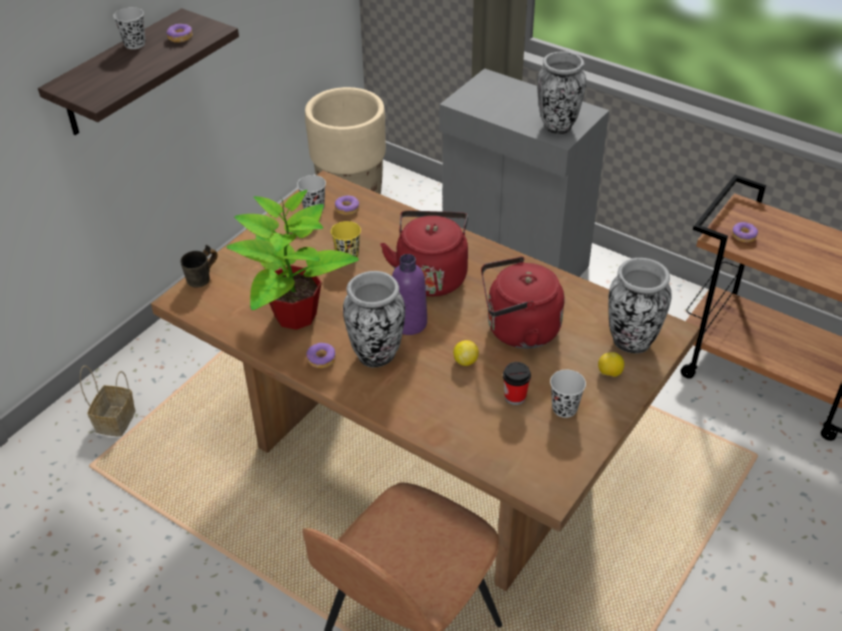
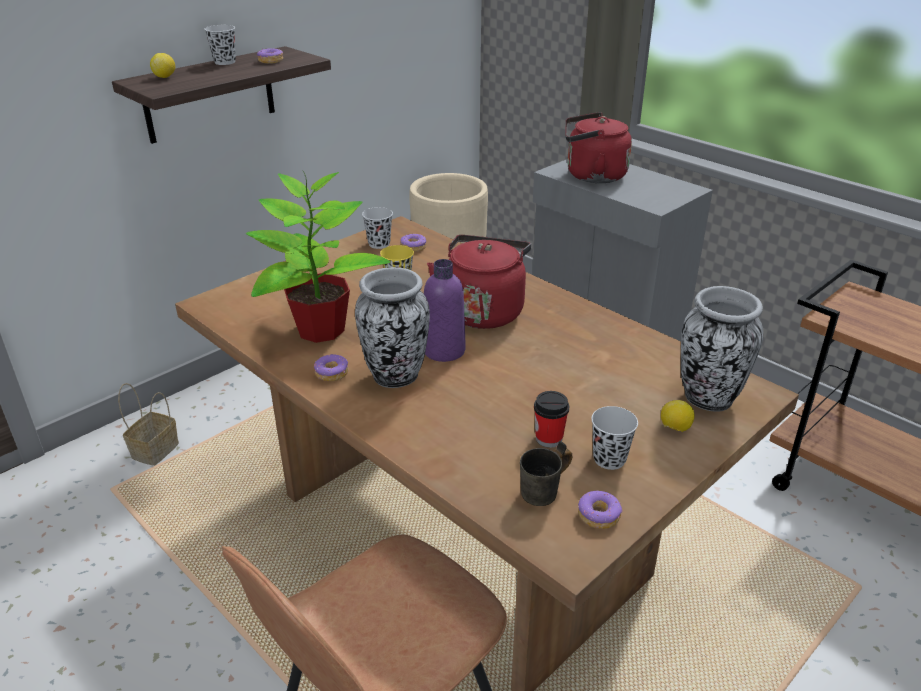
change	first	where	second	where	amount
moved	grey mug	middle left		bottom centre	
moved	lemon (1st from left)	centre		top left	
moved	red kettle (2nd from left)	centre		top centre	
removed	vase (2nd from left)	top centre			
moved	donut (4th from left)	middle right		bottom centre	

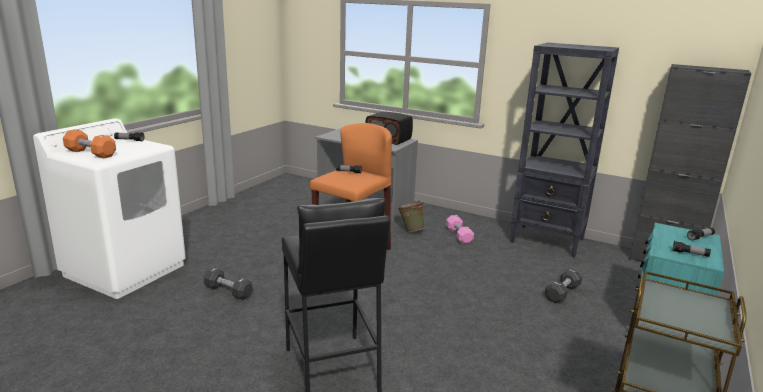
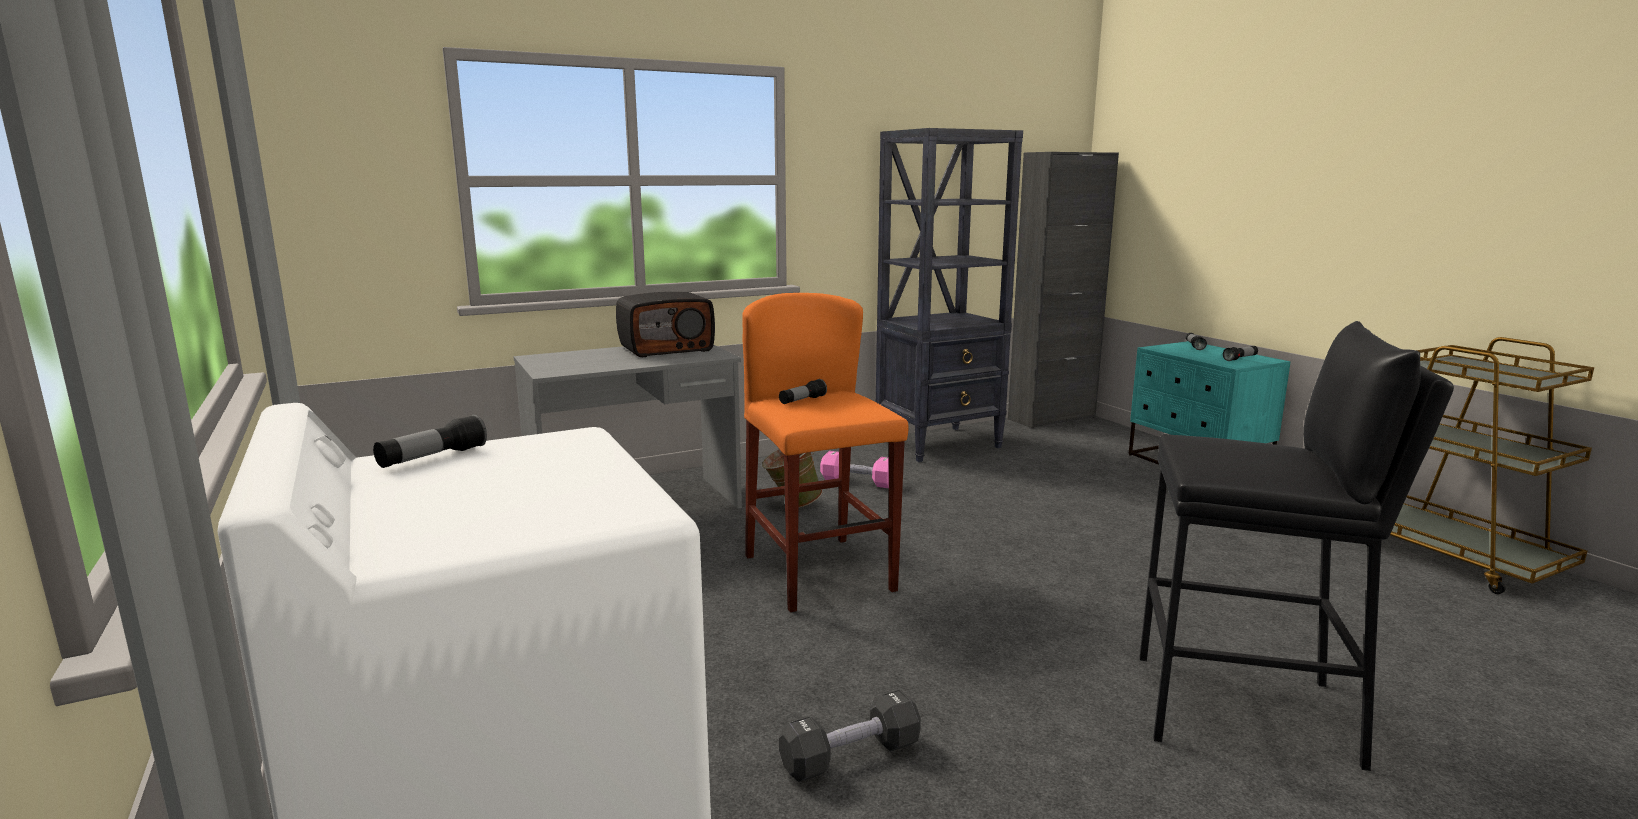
change	first	where	second	where	amount
removed	orange dumbbell	middle left			
removed	black dumbbell (2nd from left)	bottom right			

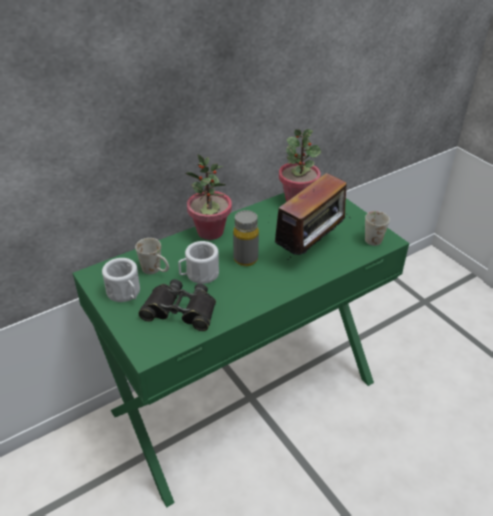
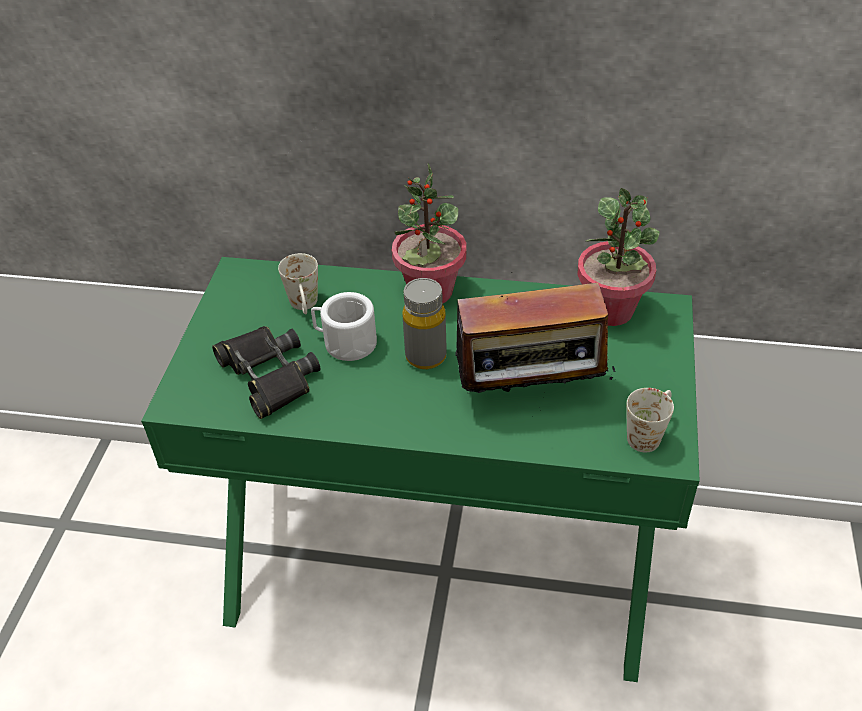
change	first	where	second	where	amount
removed	white mug (1st from left)	middle left			

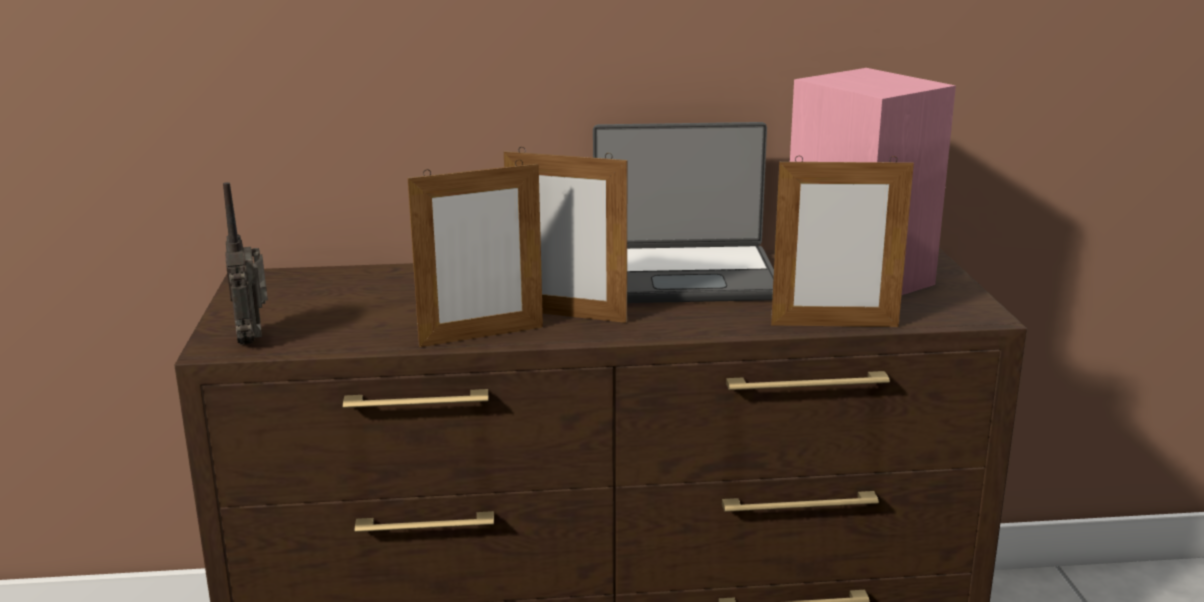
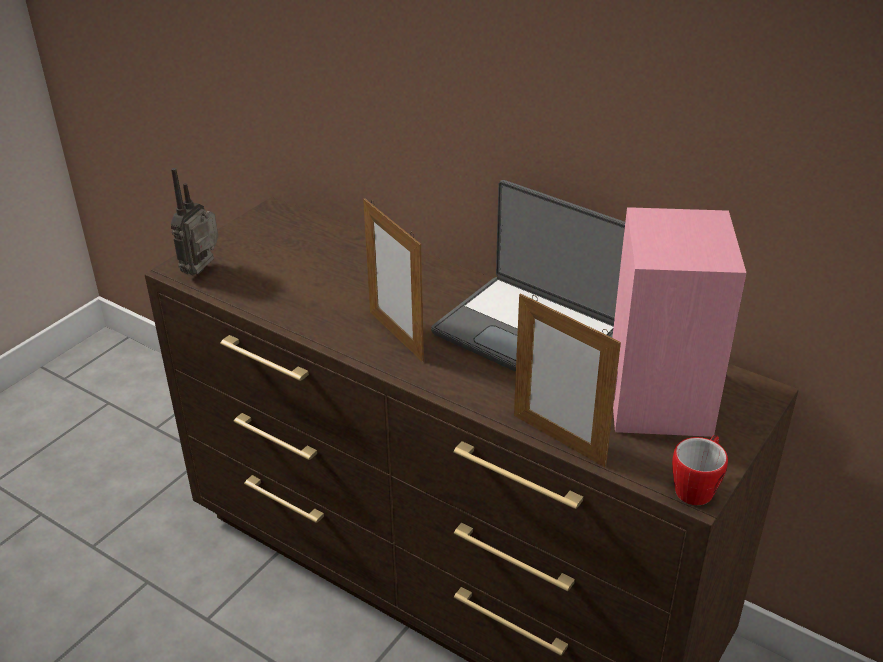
change	first	where	second	where	amount
removed	picture frame (1st from left)	centre			
added			mug	bottom right	

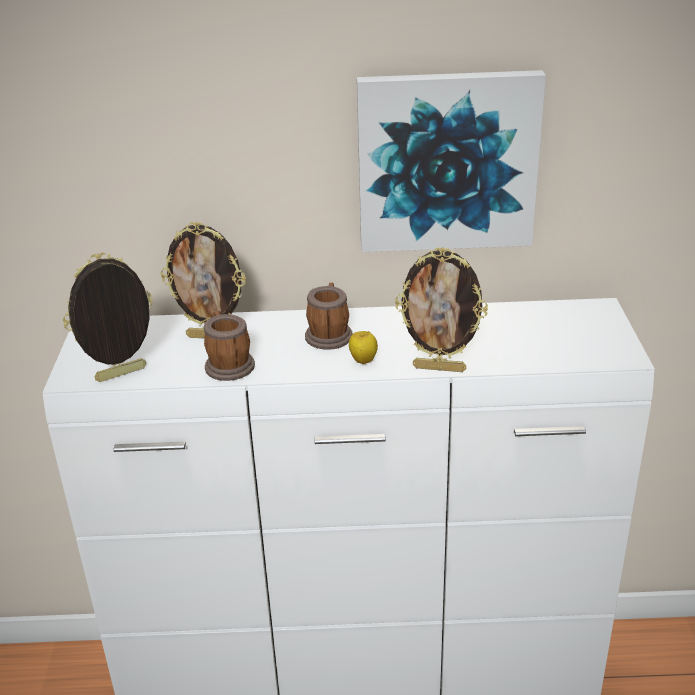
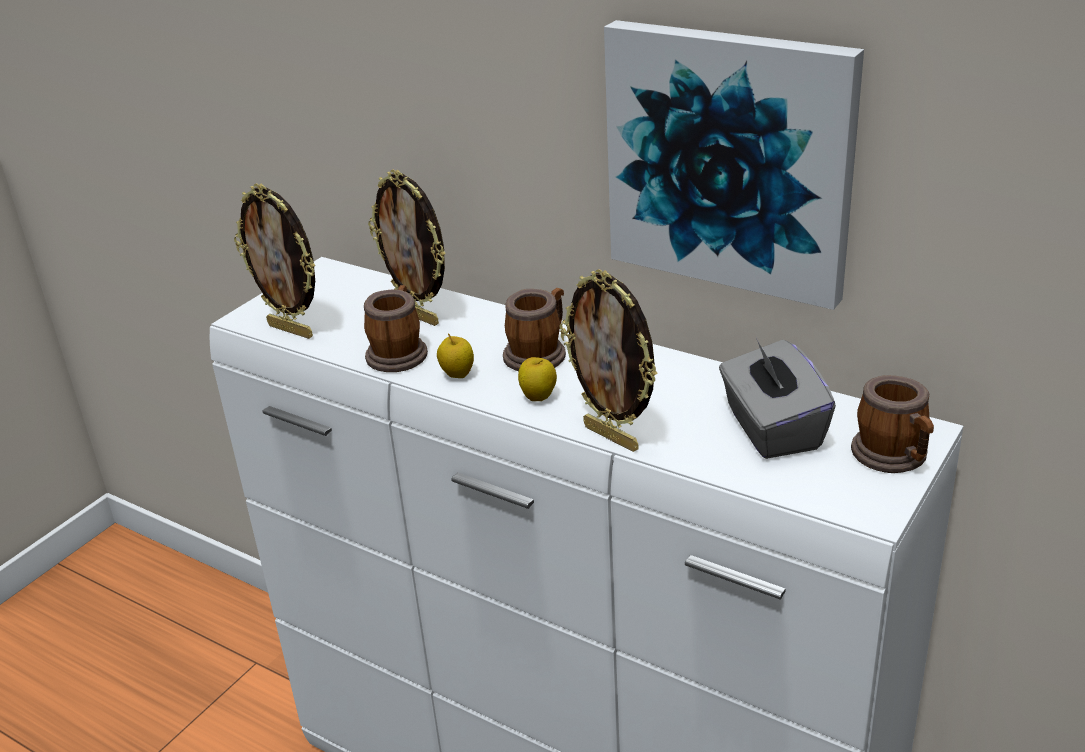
change	first	where	second	where	amount
turned	picture frame (1st from left)	middle left		middle left	150 degrees counterclockwise
added			apple (1st from left)	centre	
added			grey tissue box	middle right	
added			mug (3rd from left)	middle right	

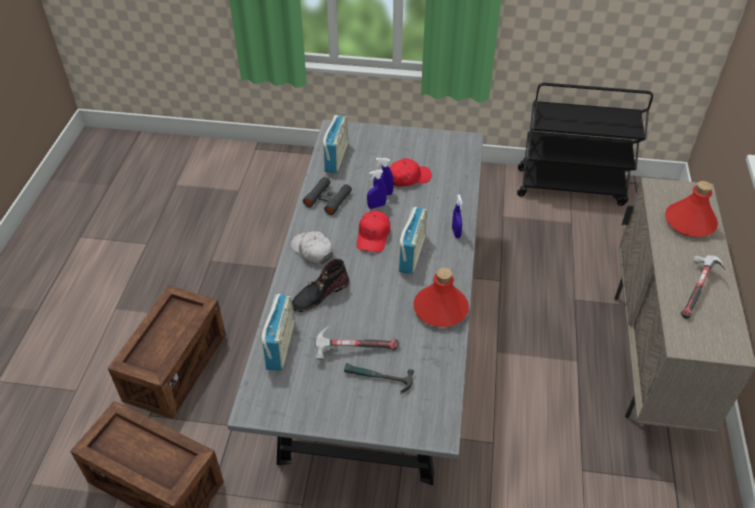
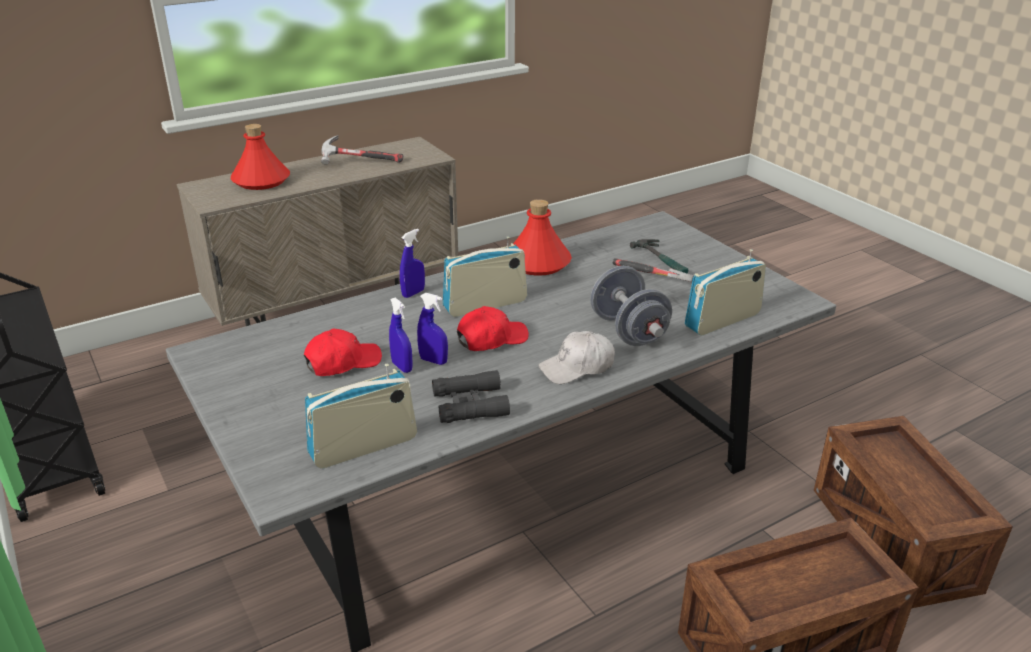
change	first	where	second	where	amount
turned	white cap	centre		centre	60 degrees clockwise
replaced	black boot	centre	grey dumbbell	centre	
turned	red cap (2nd from left in the first image)	centre	red cap (1st from left)	middle left	120 degrees clockwise

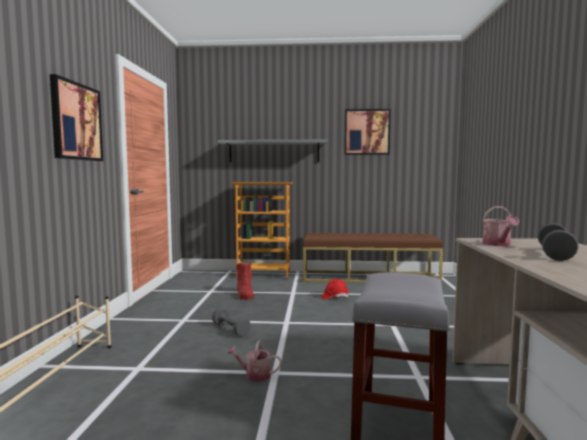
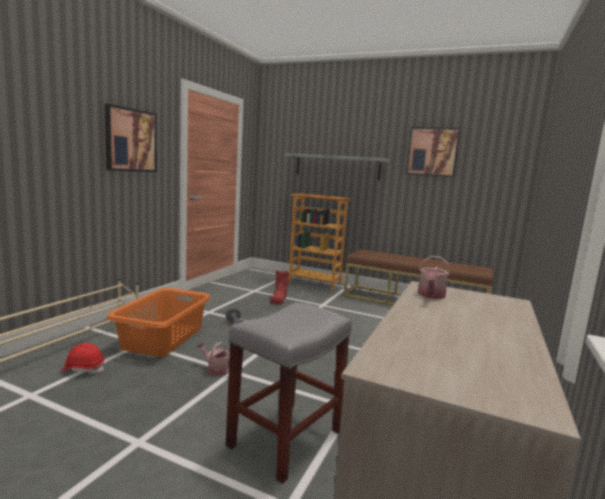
change	first	where	second	where	amount
moved	red hard hat	centre		bottom left	
removed	grey dumbbell (2nd from left)	middle right			
added			orange laundry basket	middle left	

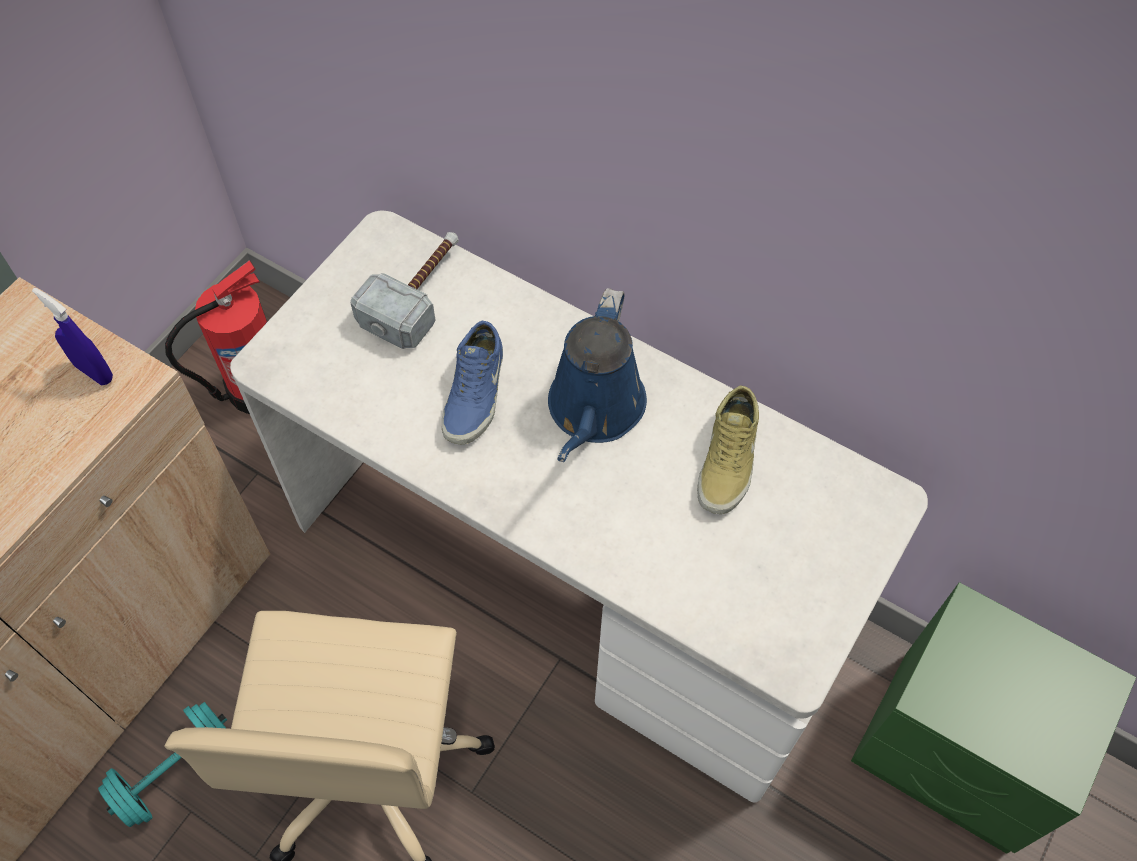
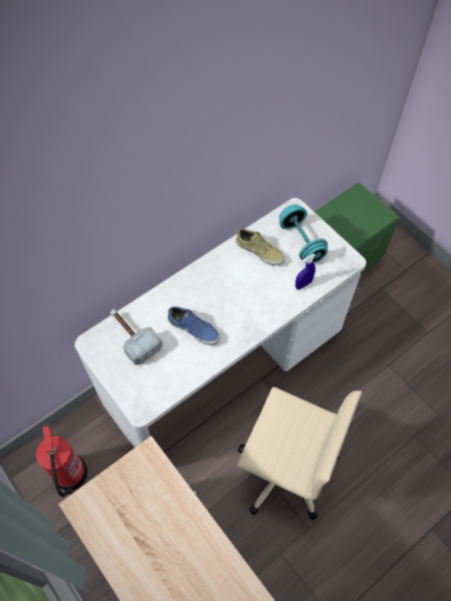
change	first	where	second	where	amount
moved	blue spray bottle	middle left		middle right	
moved	turquoise dumbbell	bottom left		middle right	
removed	blue watering can	centre			

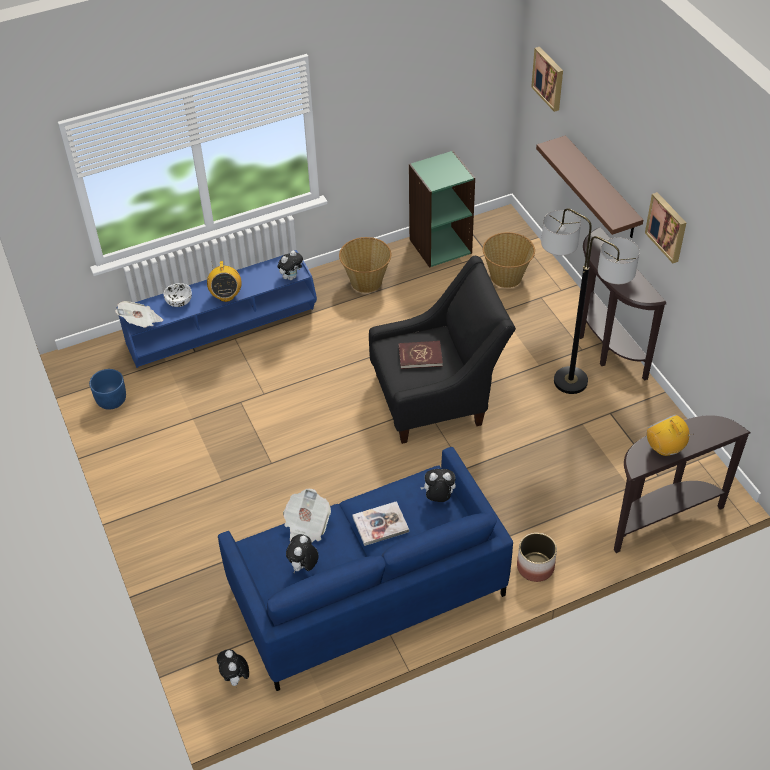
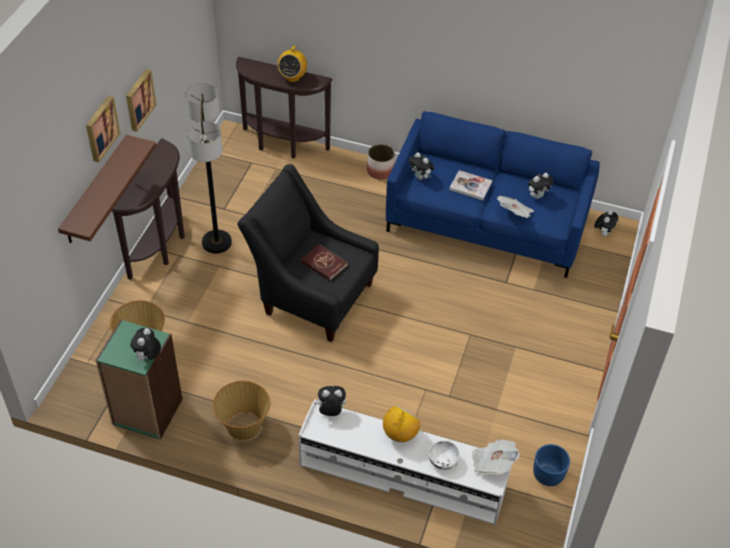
change	first	where	second	where	amount
recoloured	blue tv stand	middle left	white tv stand	bottom centre	
moved	picture (1st from left)	top right		top left	
added			plush toy (1st from left)	middle left	

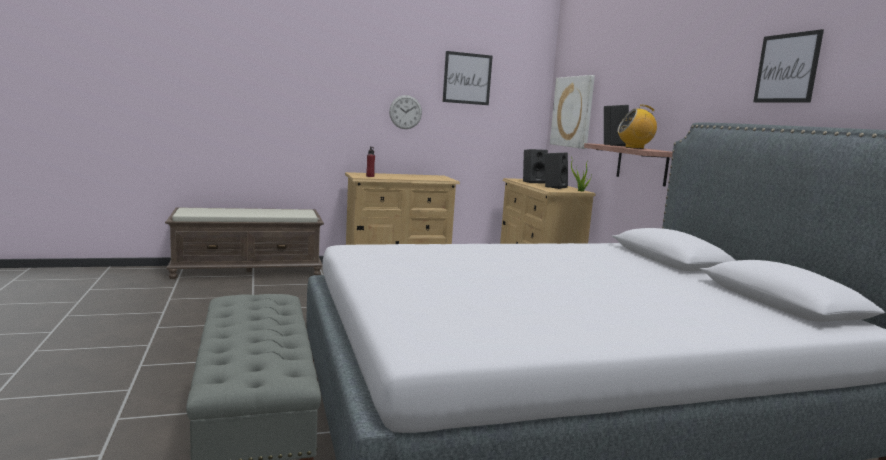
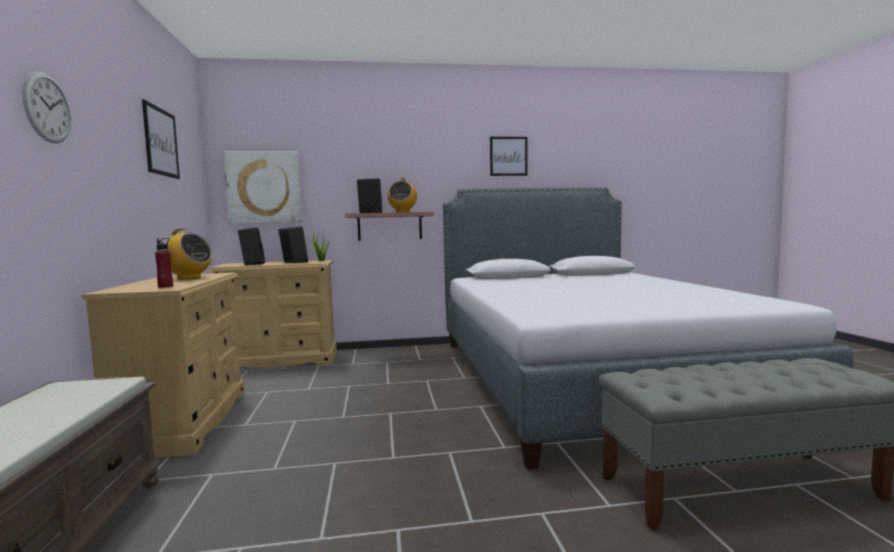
change	first	where	second	where	amount
moved	wall clock	top centre		top left	
added			radio (1st from left)	middle left	

